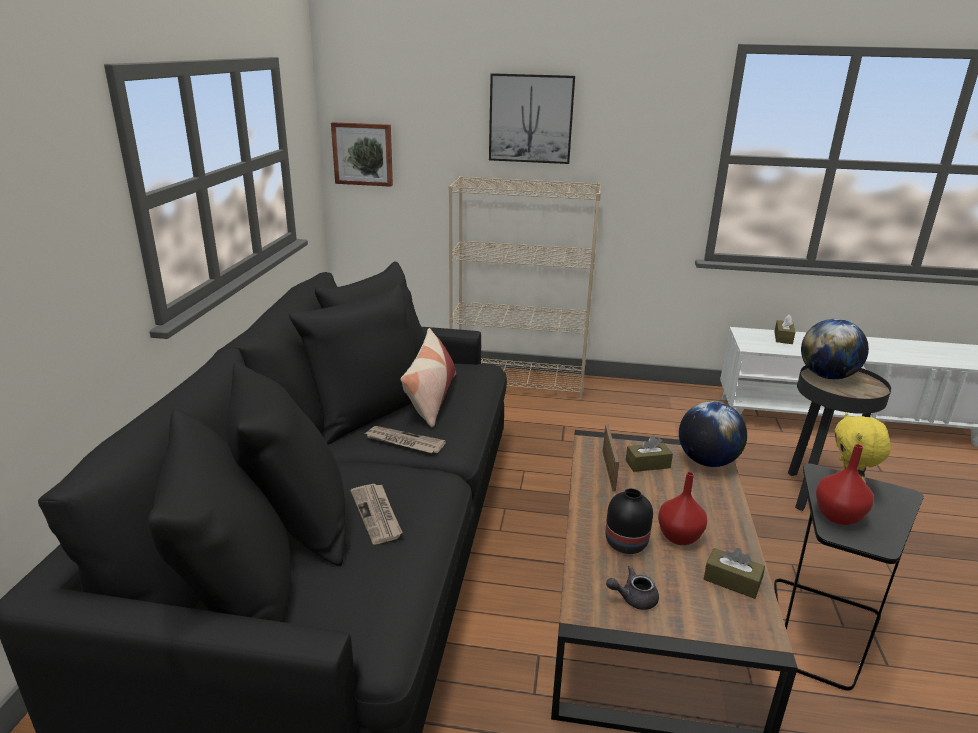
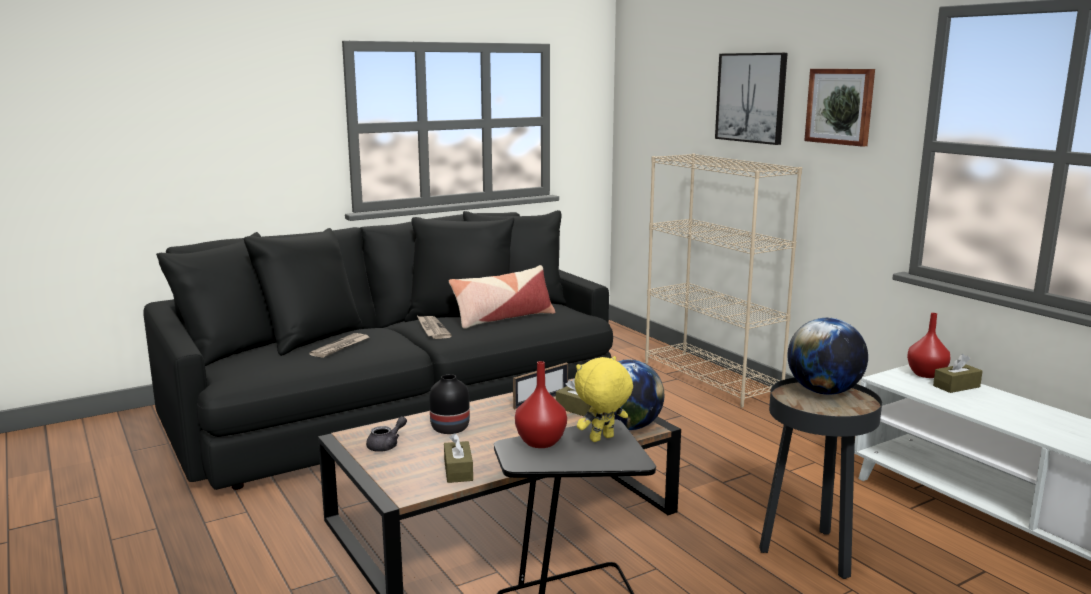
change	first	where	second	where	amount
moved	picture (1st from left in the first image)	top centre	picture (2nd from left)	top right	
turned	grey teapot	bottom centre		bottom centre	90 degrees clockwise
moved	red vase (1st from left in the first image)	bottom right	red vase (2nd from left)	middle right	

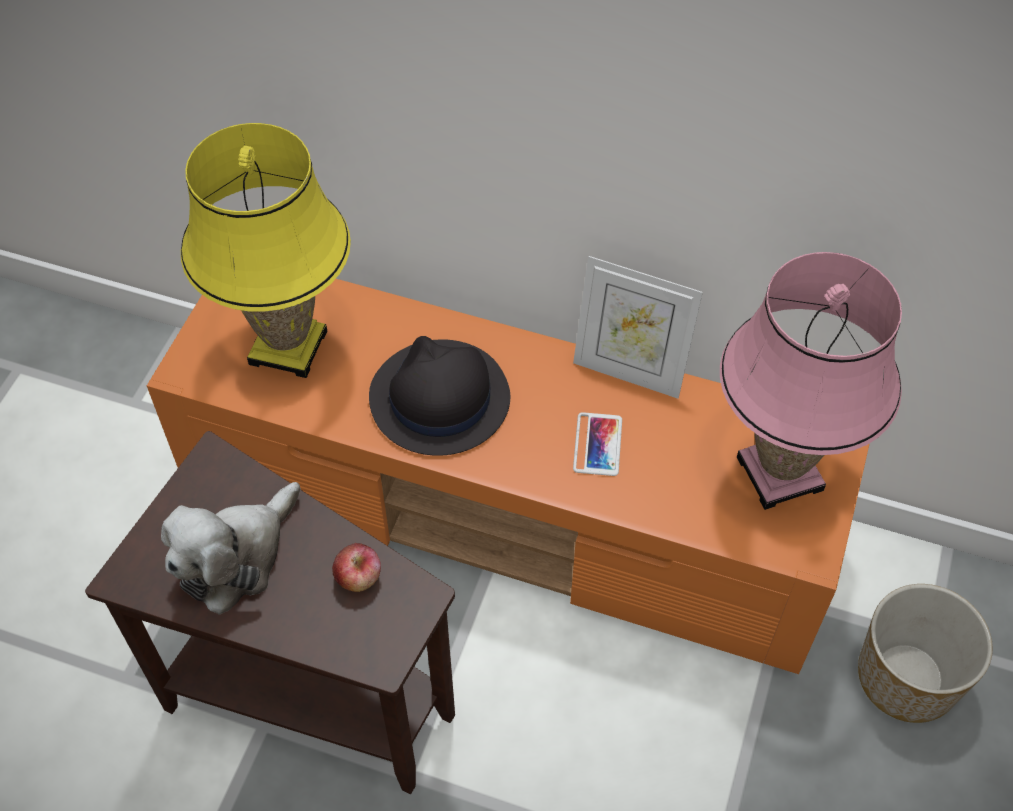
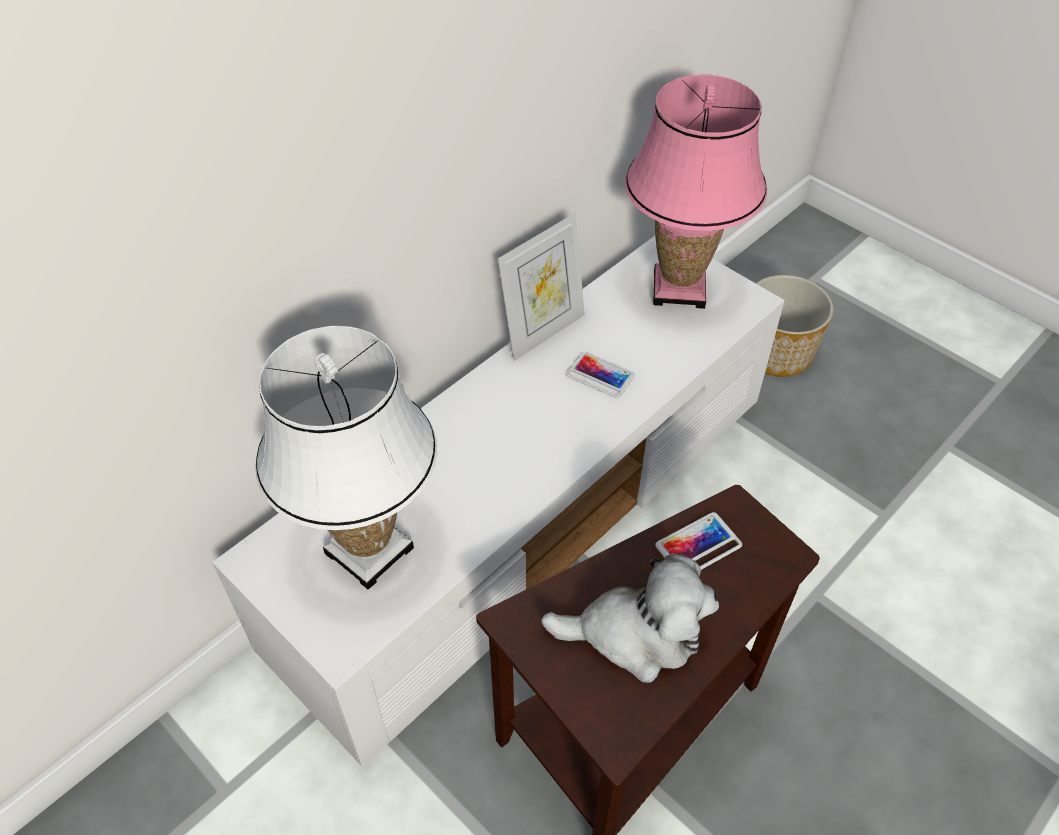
change	first	where	second	where	amount
recoloured	orange tv stand	centre	white tv stand	centre	
turned	plush toy	bottom left		bottom centre	60 degrees counterclockwise
recoloured	yellow table lamp	top left	white table lamp	middle left	
replaced	apple	bottom centre	phone (2nd from left)	centre	
removed	black hat	centre			

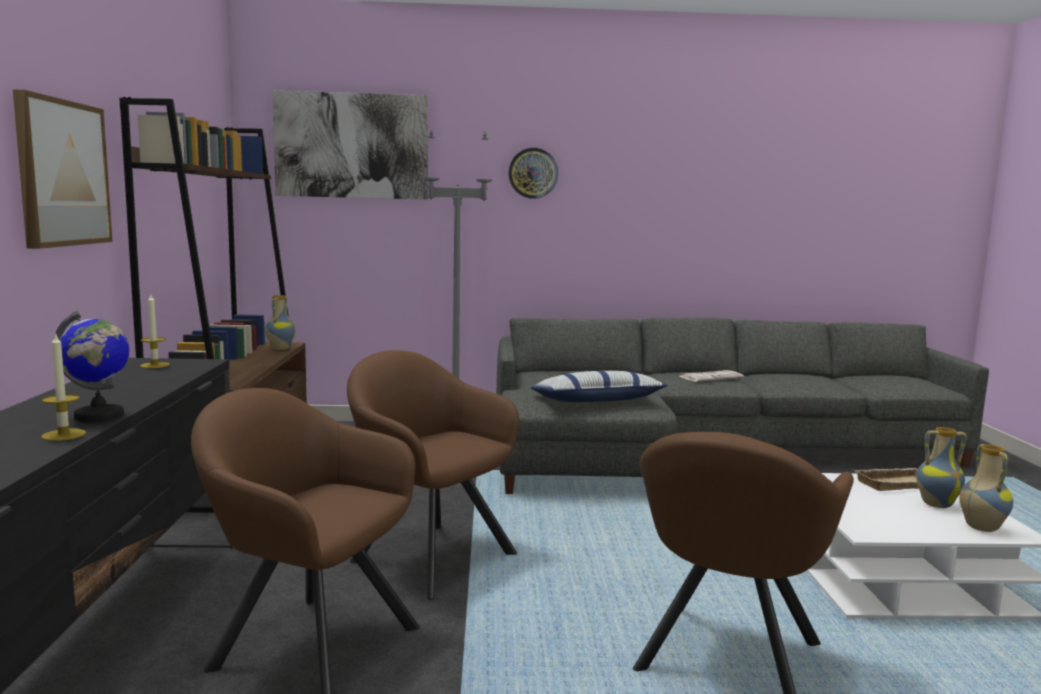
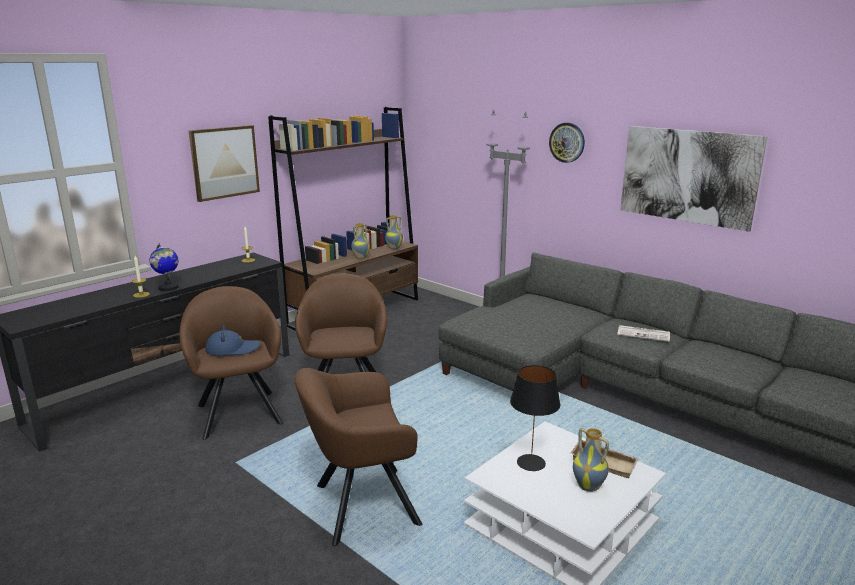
change	first	where	second	where	amount
moved	picture (2nd from left)	top centre		top right	
removed	pillow	centre			
moved	vase (3rd from left in the first image)	bottom right	vase (1st from left)	centre	
added			blue hat	middle left	
added			black table lamp	bottom centre	

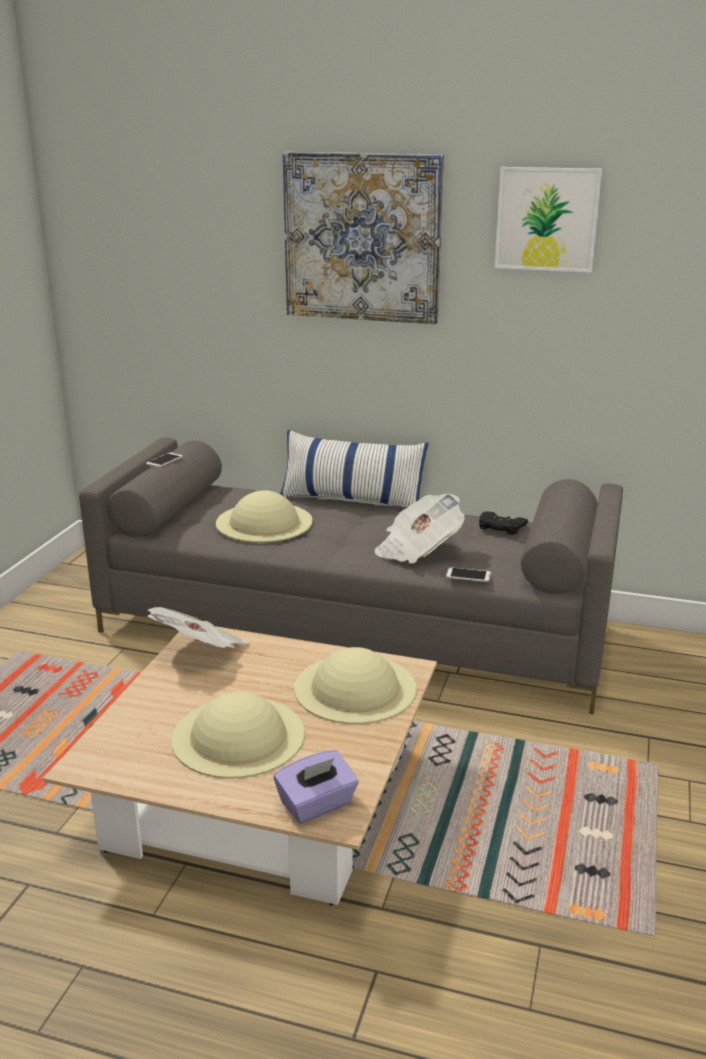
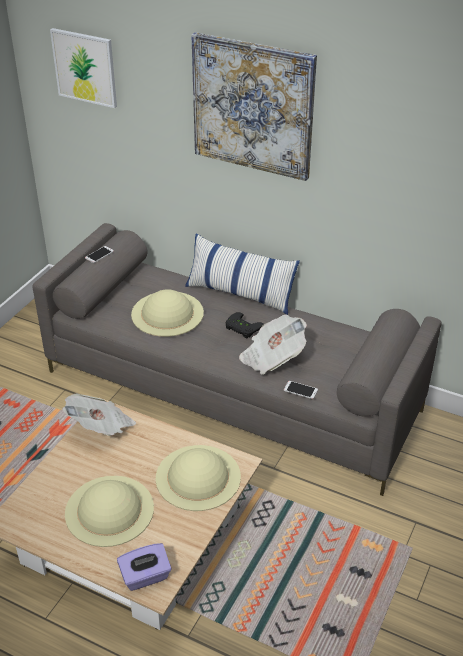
change	first	where	second	where	amount
moved	black game controller	middle right		centre	
moved	picture (2nd from left in the first image)	top right	picture (1st from left)	top left	

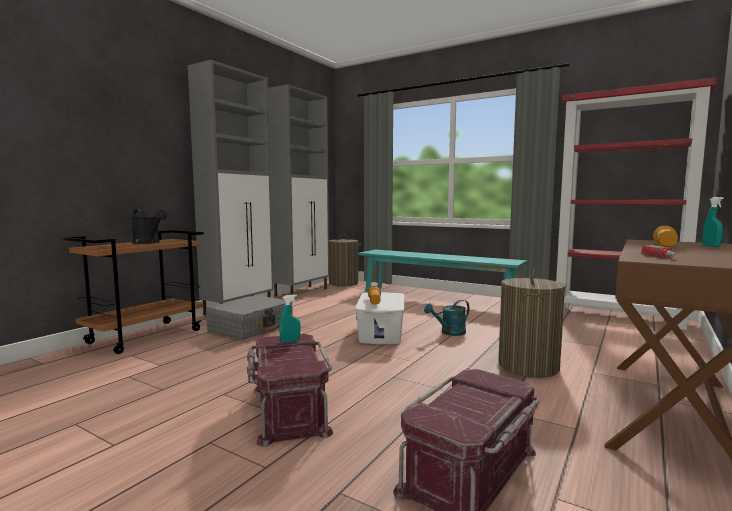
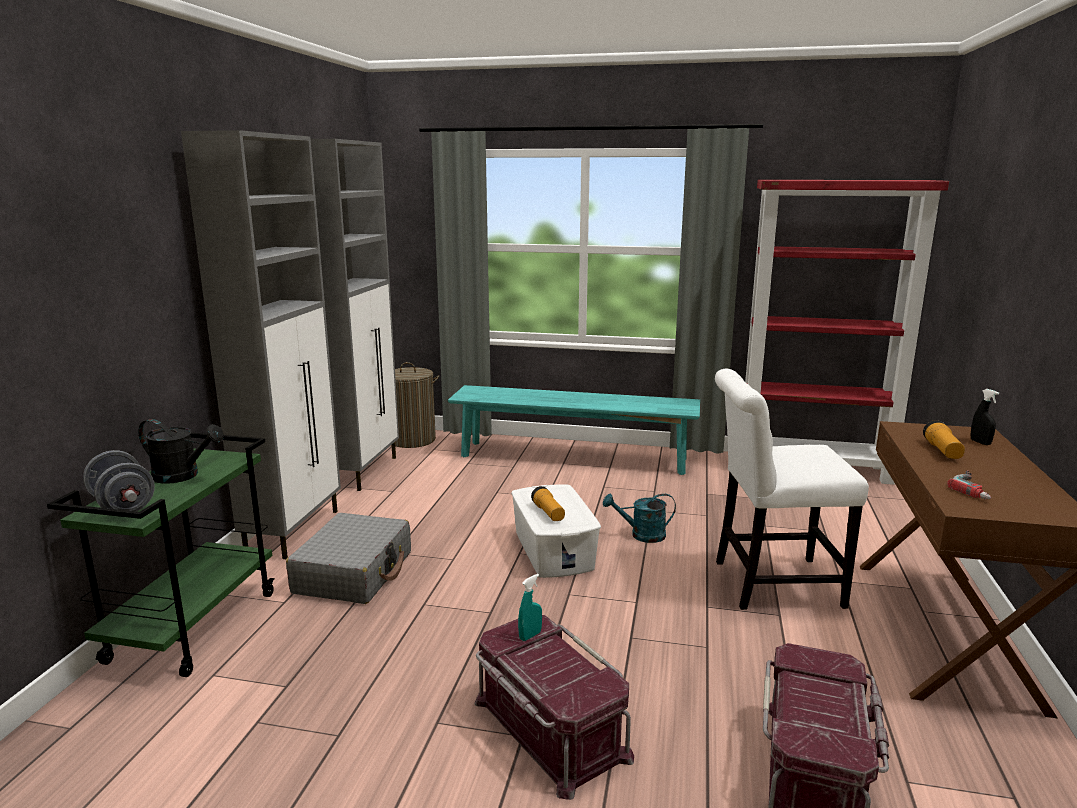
change	first	where	second	where	amount
recoloured	brown cart	middle left	green cart	bottom left	
turned	turquoise watering can	centre		centre	45 degrees clockwise
replaced	laundry basket (2nd from left)	middle right	white chair	middle right	
recoloured	turquoise spray bottle (2nd from left)	middle right	black spray bottle	middle right	
added			grey dumbbell	middle left	

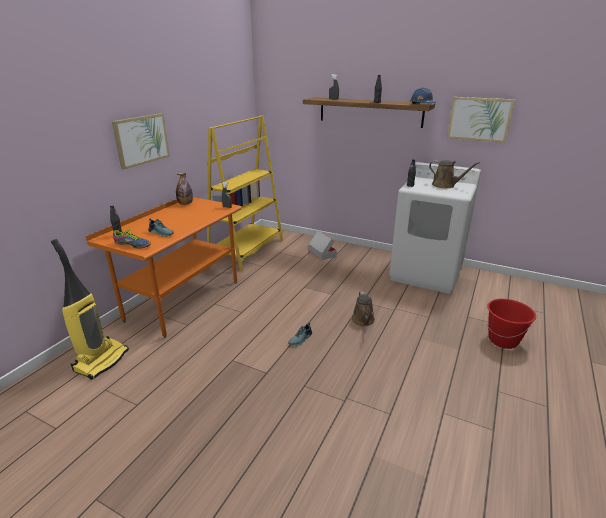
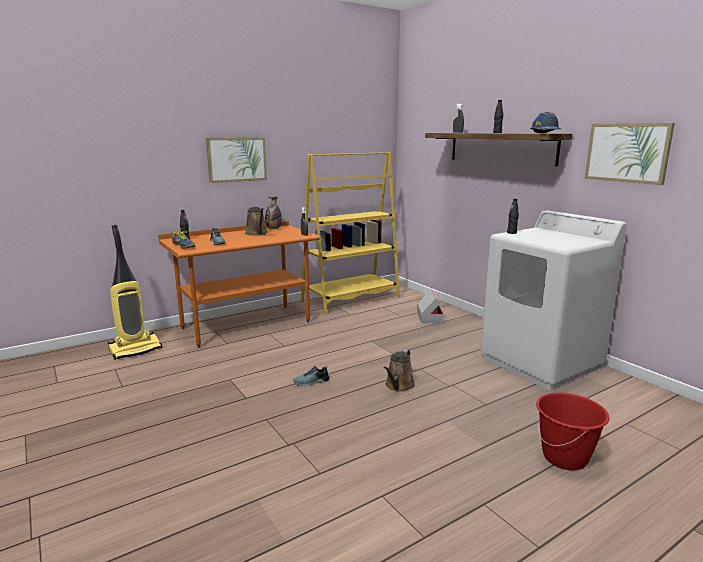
change	first	where	second	where	amount
moved	brown watering can (2nd from left in the first image)	middle right	brown watering can (1st from left)	centre	

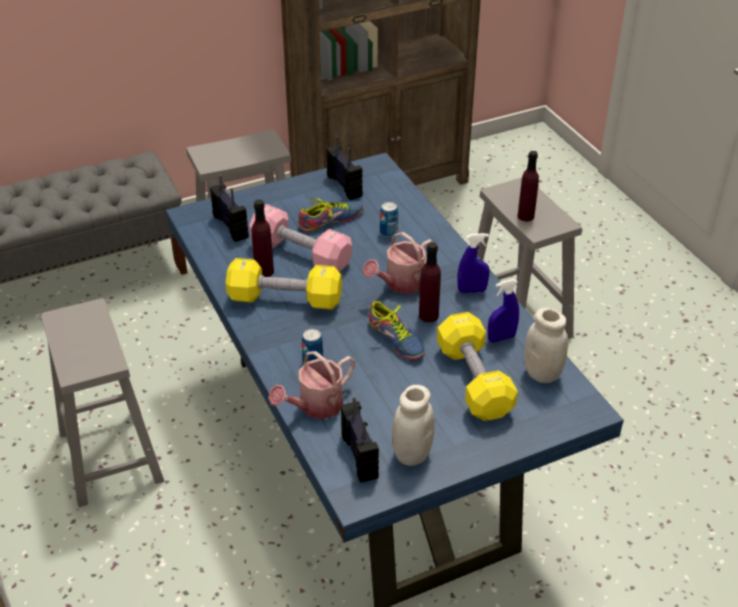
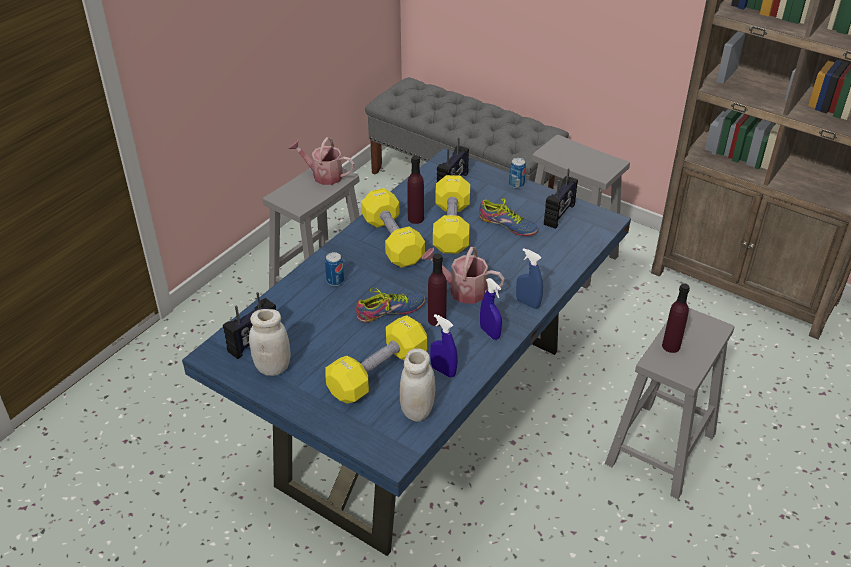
change	first	where	second	where	amount
recoloured	pink dumbbell	centre	yellow dumbbell (3rd from left)	centre	
moved	watering can (1st from left)	centre		top centre	
turned	shoe (2nd from left in the first image)	centre	shoe (1st from left)	centre	135 degrees counterclockwise
moved	can (2nd from left)	centre		top centre	
added			blue spray bottle (3rd from left)	centre	

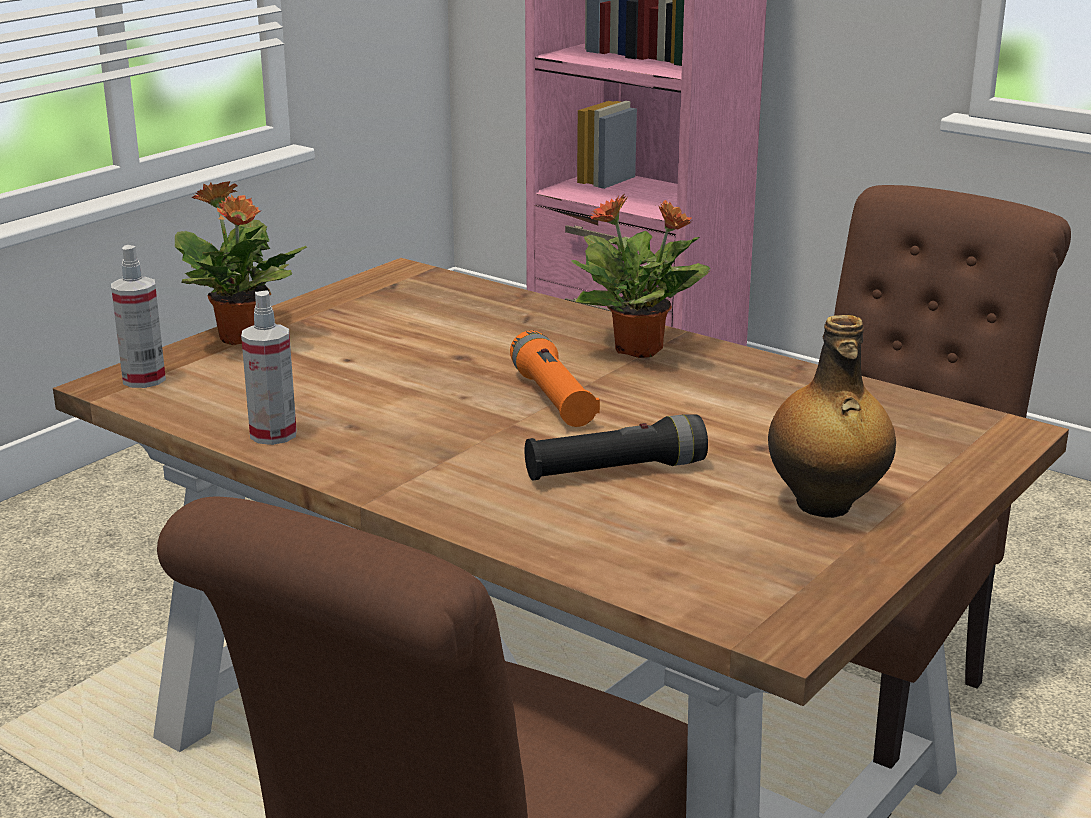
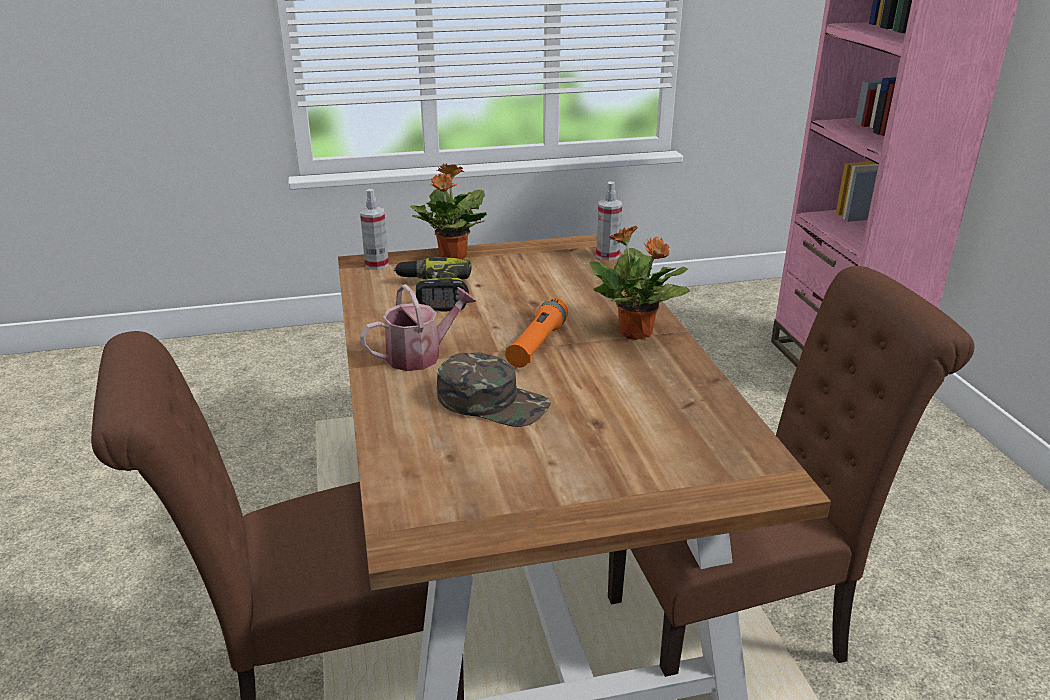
change	first	where	second	where	amount
moved	spray bottle (2nd from left)	middle left		top centre	
replaced	black flashlight	centre	green cap	centre	
removed	bottle	middle right			
added			watering can	centre	
added			power drill	centre	

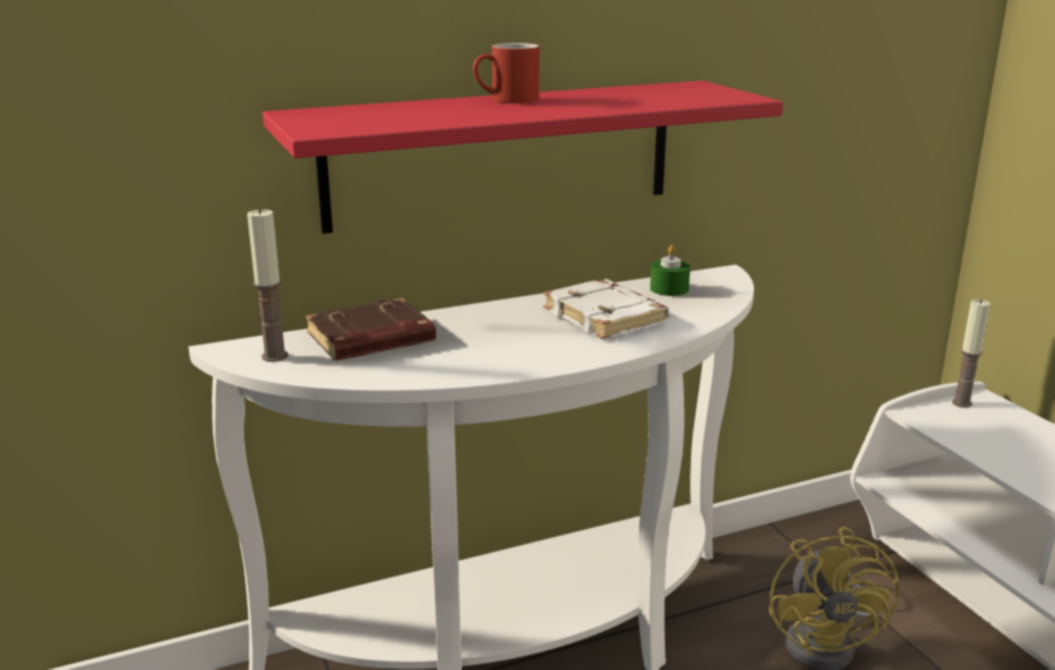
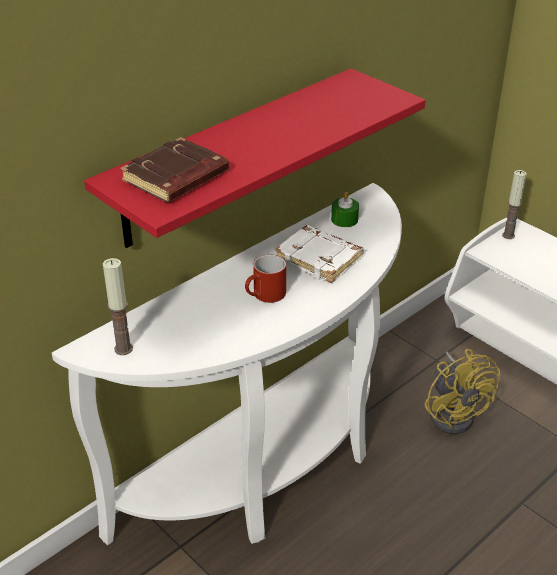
change	first	where	second	where	amount
moved	brown book	centre		top left	
moved	red mug	top centre		centre	

